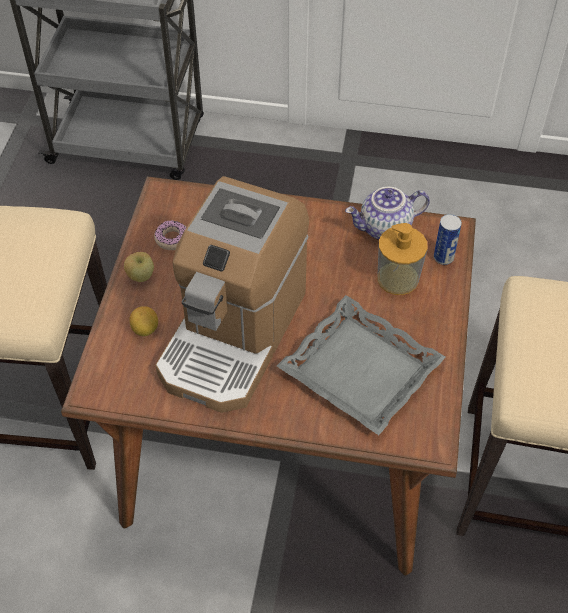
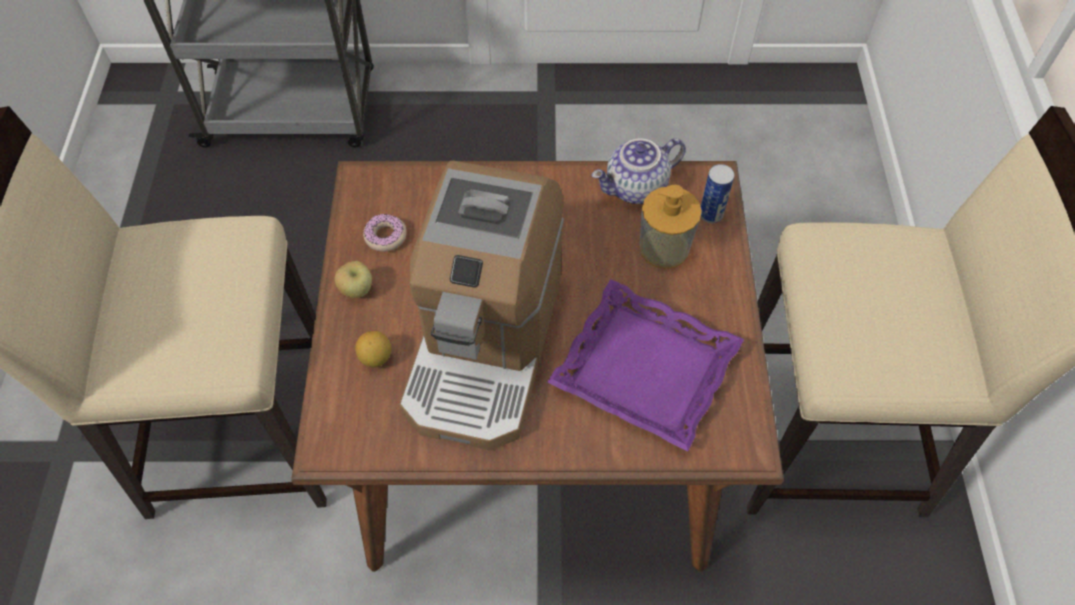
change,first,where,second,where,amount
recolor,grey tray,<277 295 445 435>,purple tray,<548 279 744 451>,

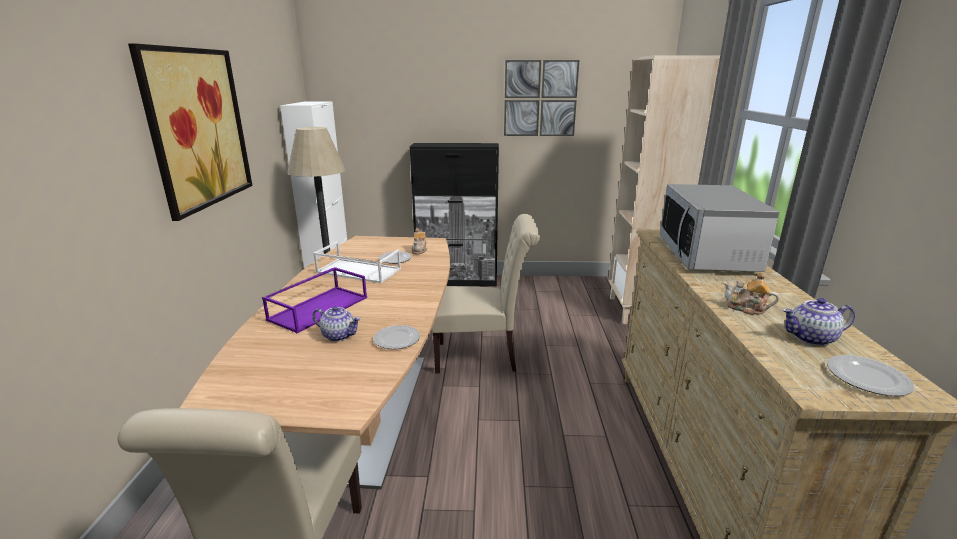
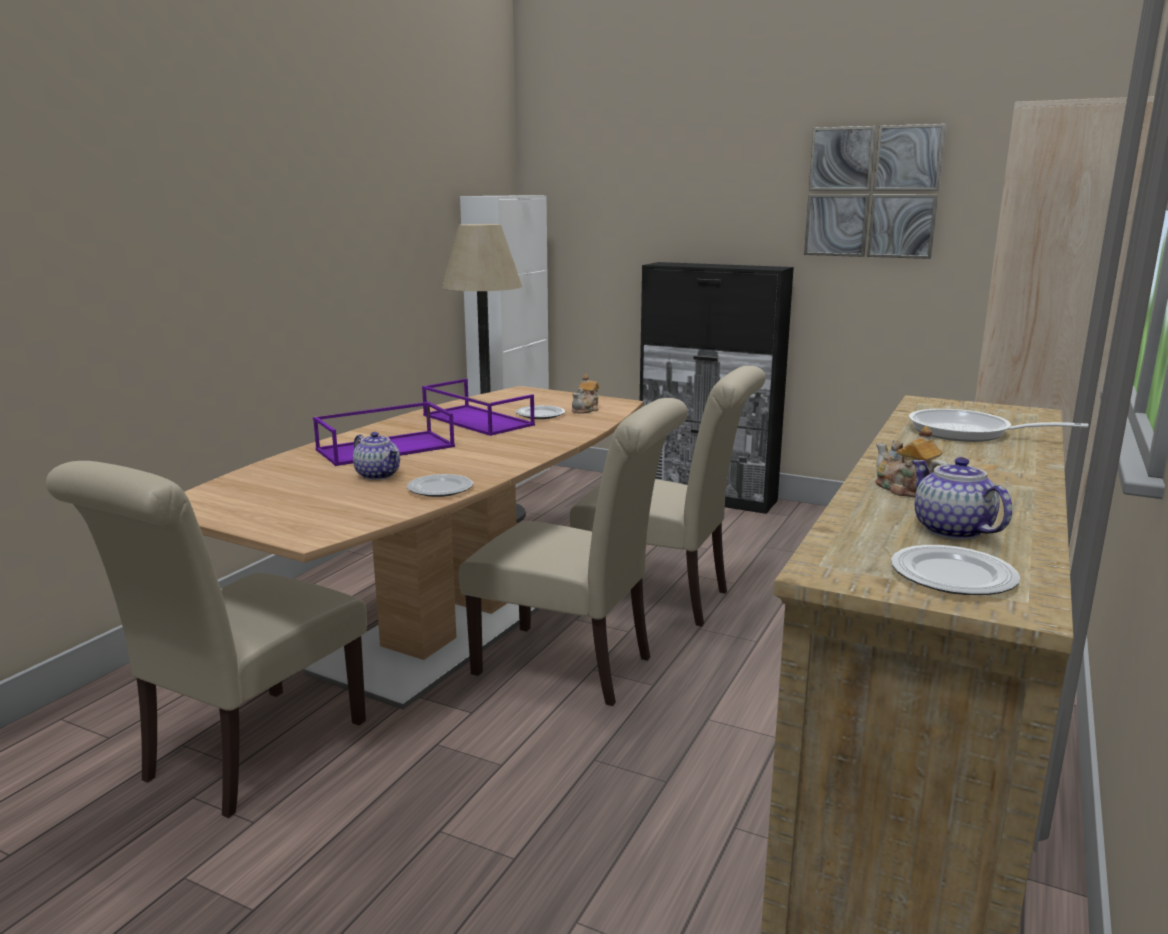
change,first,where,second,where,amount
delete,picture,<128 43 253 221>,,,
recolor,white tray,<313 241 401 283>,purple tray,<422 379 535 436>,
replace,microwave,<660 184 780 272>,frying pan,<909 409 1089 442>,
rotate,teapot,<782 298 855 346>,,<912 457 1012 540>,45 degrees clockwise
insert,,,beige chair,<459 398 688 706>,

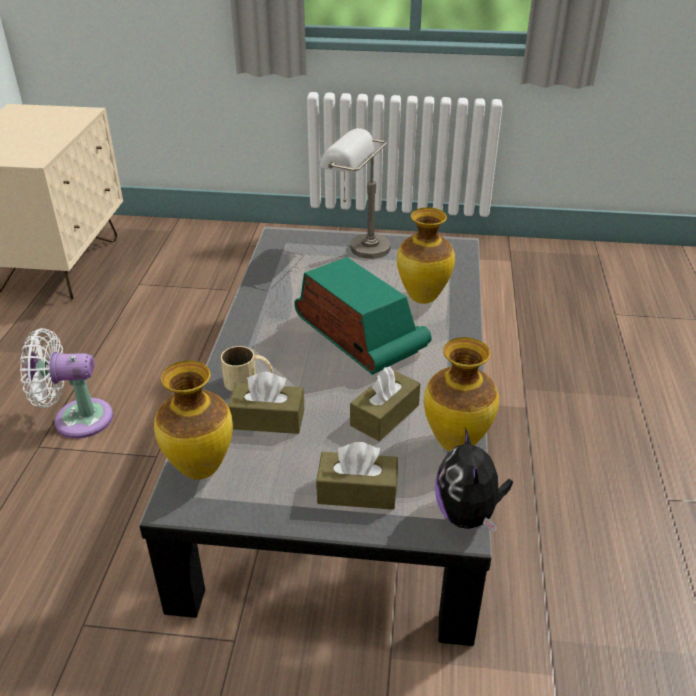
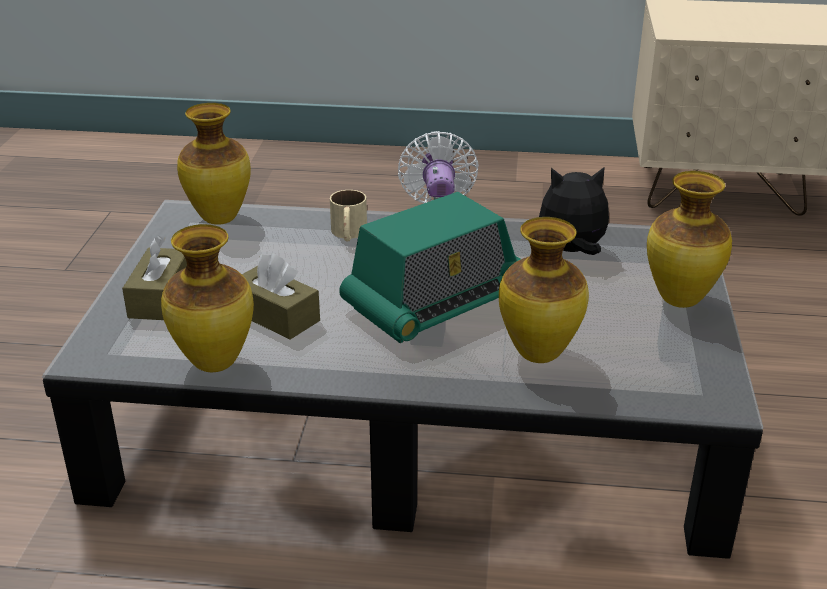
change,first,where,second,where,amount
delete,brown tissue box,<228 372 304 434>,,,
replace,grey table lamp,<320 128 391 259>,vase,<647 171 732 308>,
move,plush toy,<435 428 513 532>,,<539 167 609 255>,

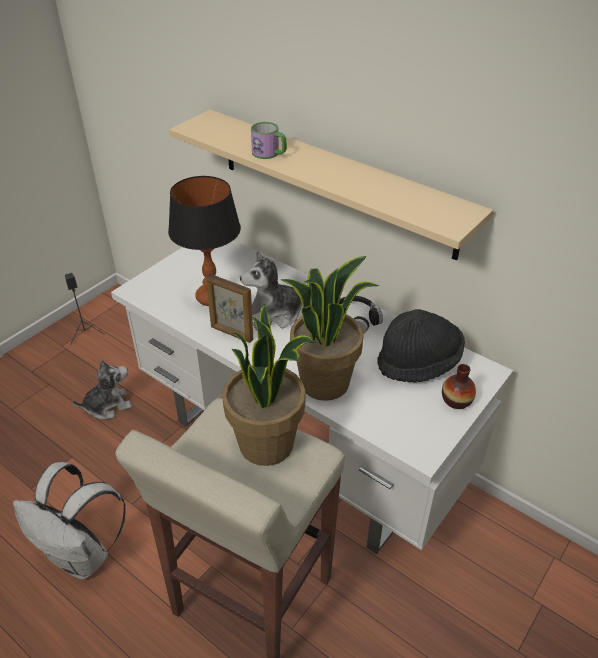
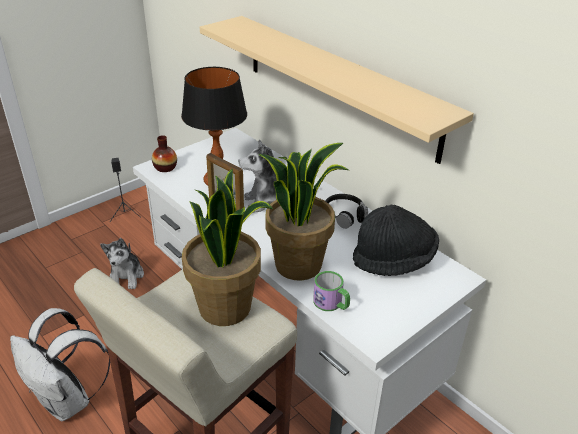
change,first,where,second,where,amount
rotate,plush toy,<72 359 132 419>,,<100 238 144 289>,105 degrees clockwise
move,mug,<251 122 287 159>,,<313 271 350 311>,
move,vase,<442 364 476 409>,,<152 135 177 172>,

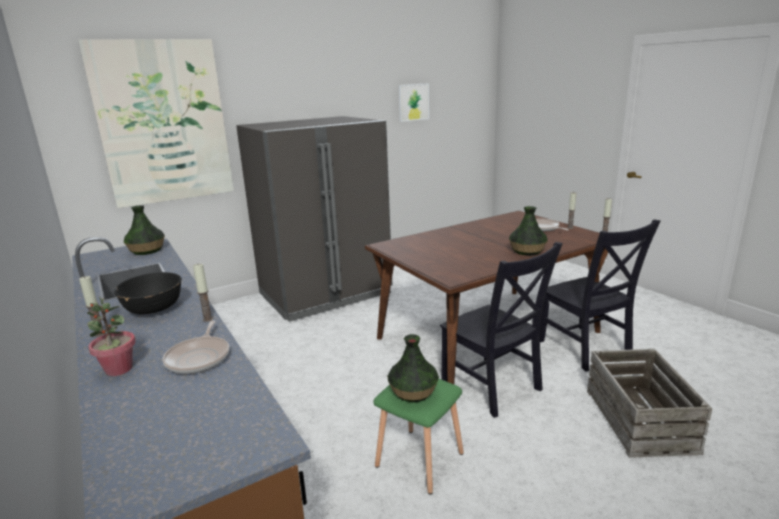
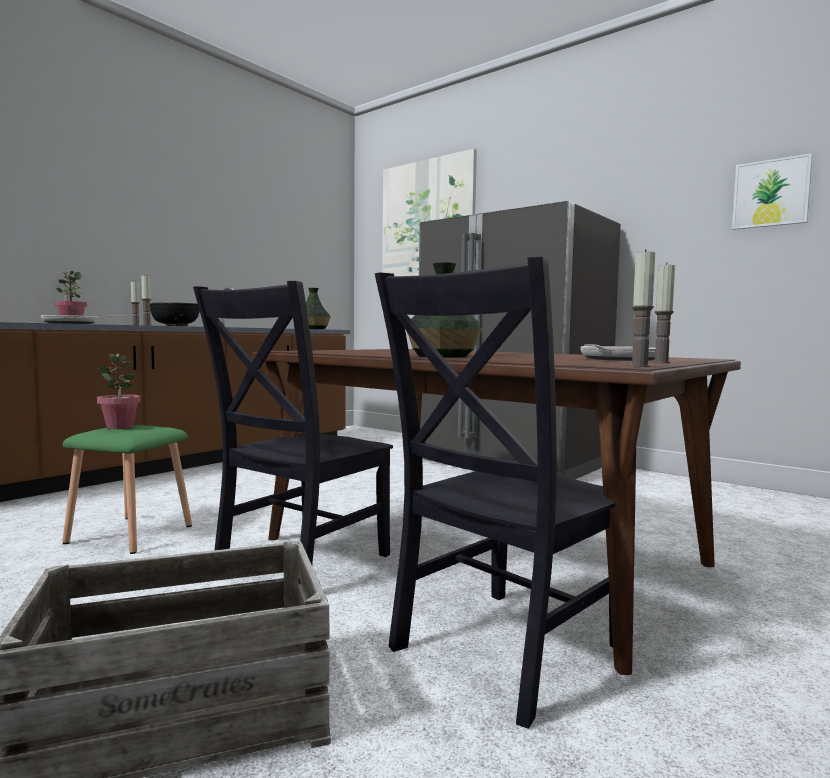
change,first,where,second,where,amount
replace,vase,<387 334 439 402>,potted plant,<97 353 141 429>,

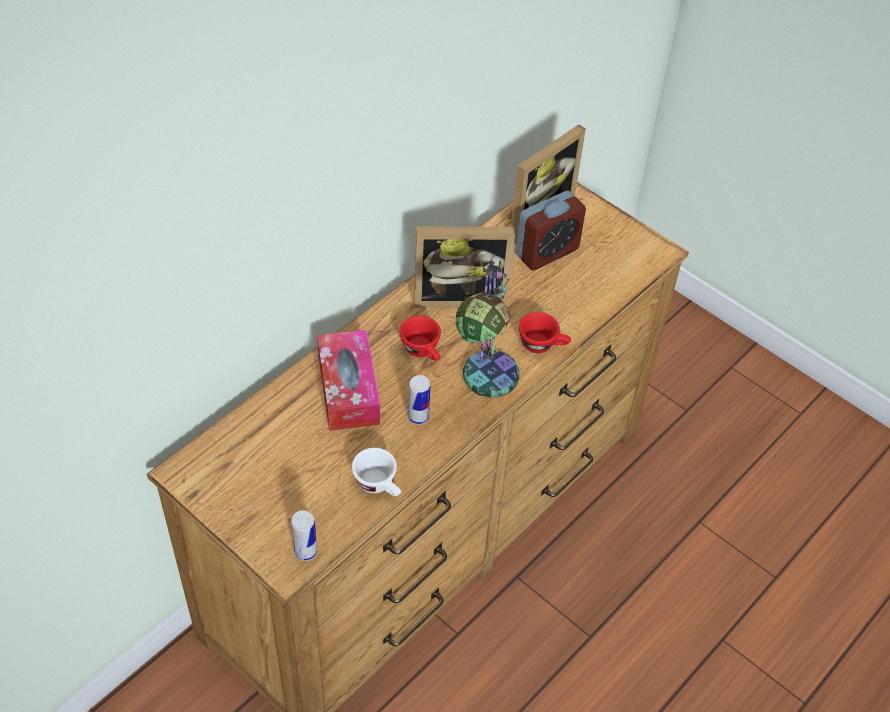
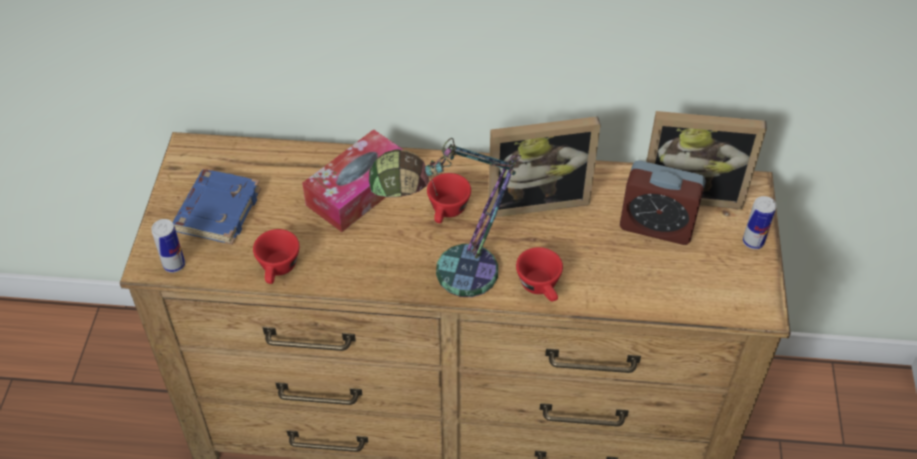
change,first,where,second,where,amount
recolor,white cup,<352 448 401 496>,red cup,<253 229 300 284>,
move,can,<408 375 431 425>,,<743 196 777 249>,
rotate,picture frame,<414 227 515 308>,,<488 116 601 217>,60 degrees counterclockwise
insert,,,blue book,<173 169 261 245>,

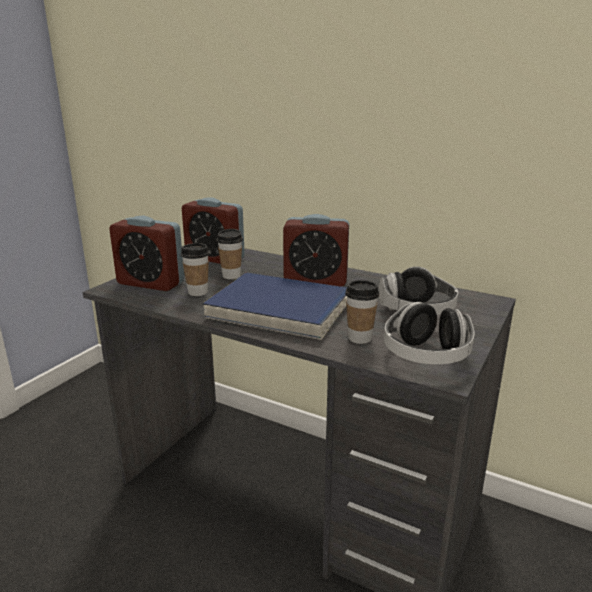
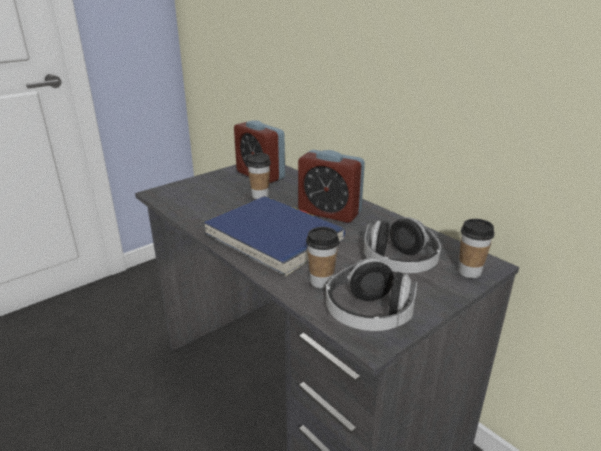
change,first,where,second,where,amount
delete,alarm clock,<109 216 184 291>,,,
move,cup,<181 243 209 296>,,<459 219 495 278>,

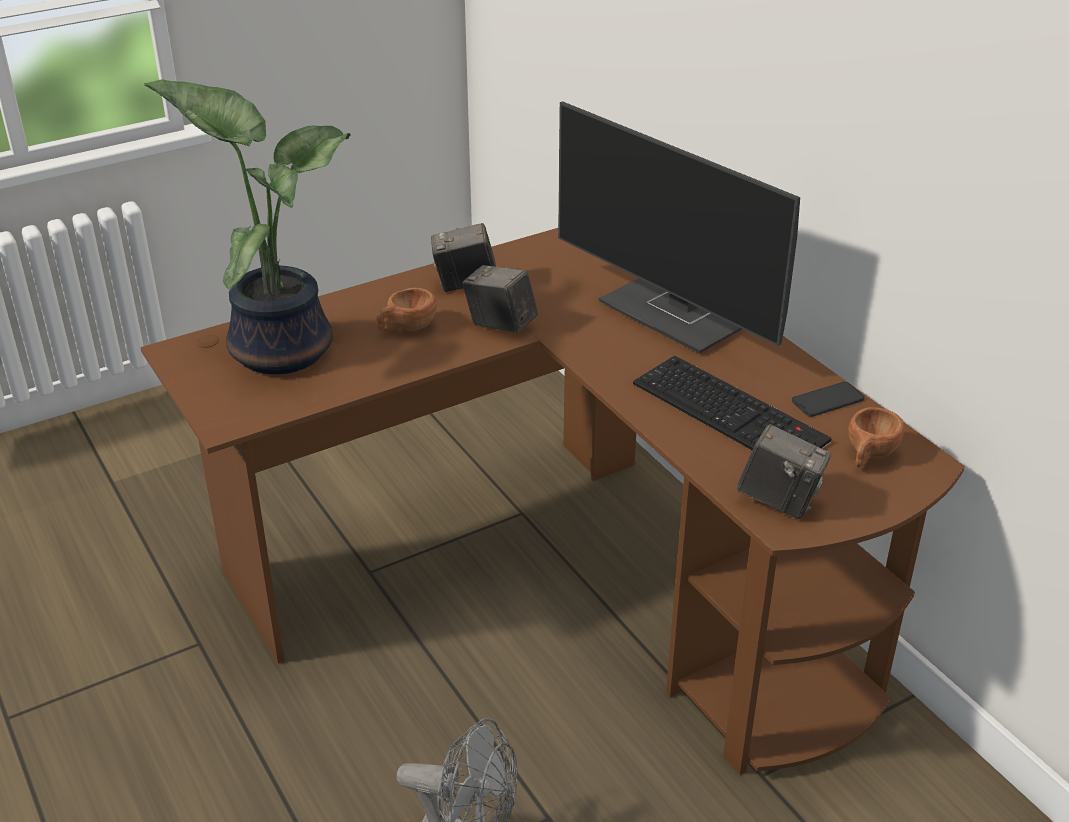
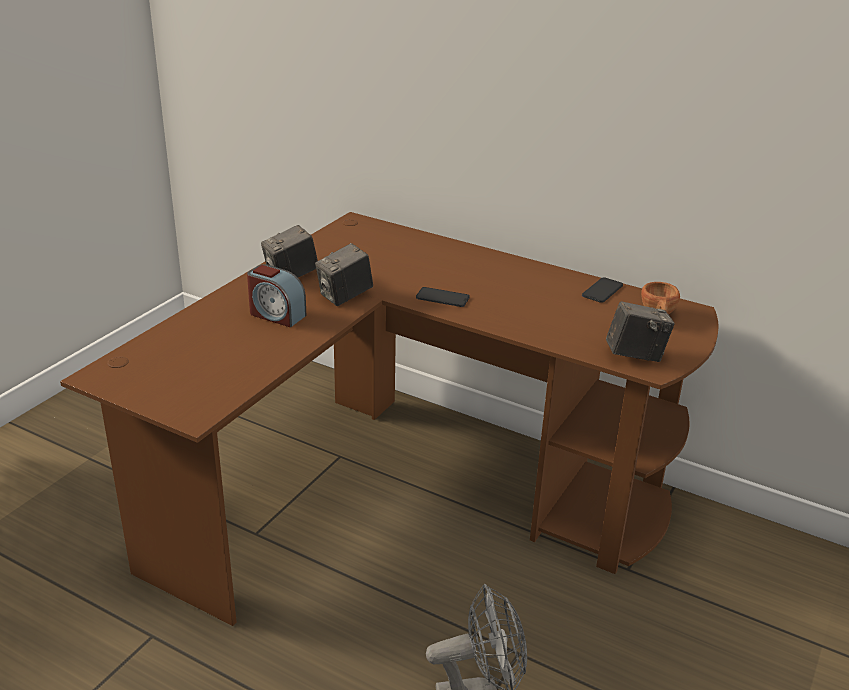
change,first,where,second,where,amount
delete,potted plant,<144 79 350 374>,,,
replace,brown cup,<377 288 437 332>,alarm clock,<247 264 306 327>,
rotate,photo camera,<462 265 538 333>,,<315 243 373 306>,45 degrees counterclockwise
delete,monitor,<558 101 800 354>,,,
delete,keyboard,<633 356 832 450>,,,
insert,,,phone,<416 287 470 307>,

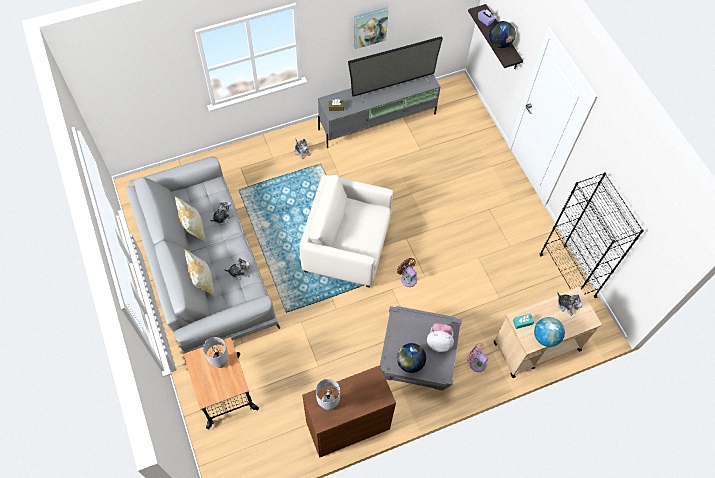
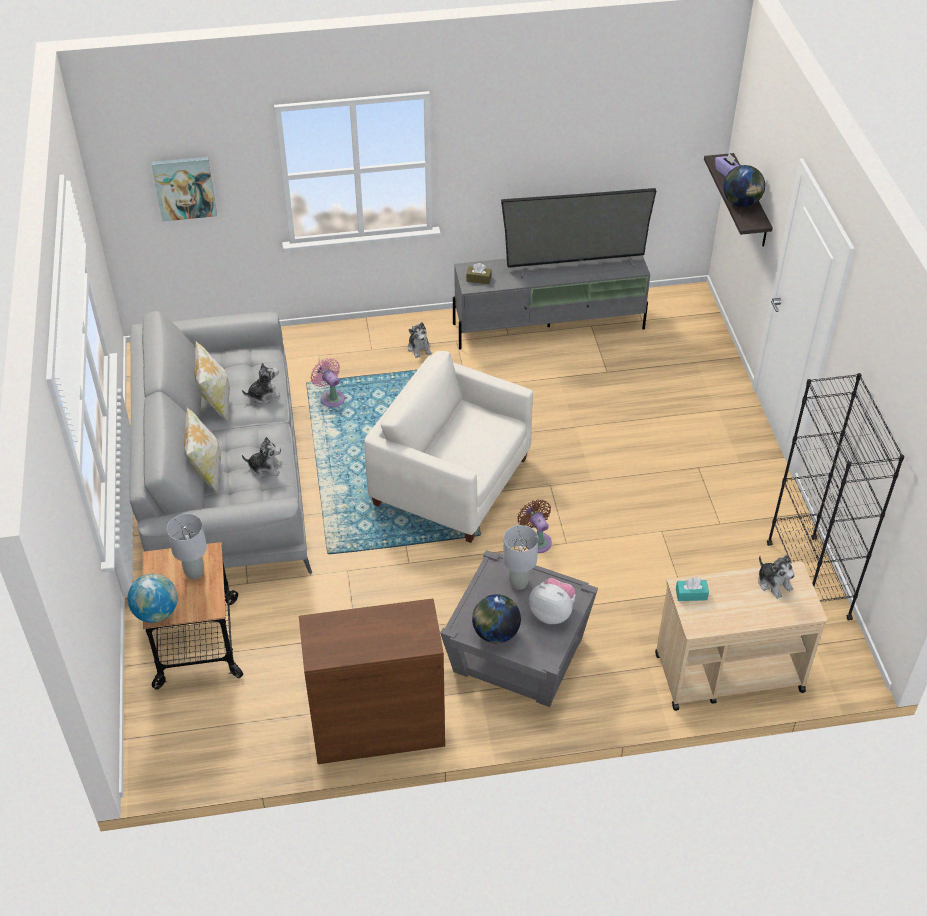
change,first,where,second,where,amount
move,grey table lamp,<316 379 340 410>,,<503 525 538 590>,
move,picture,<354 7 389 49>,,<151 157 217 221>,
move,pink fan,<467 343 488 372>,,<311 358 345 407>,
move,globe,<534 317 565 347>,,<127 574 178 623>,

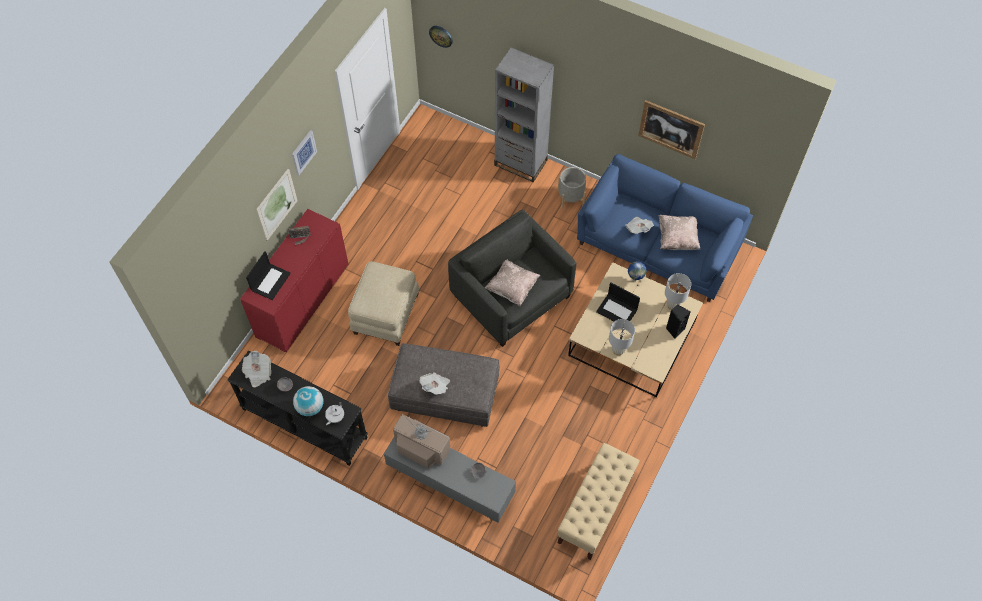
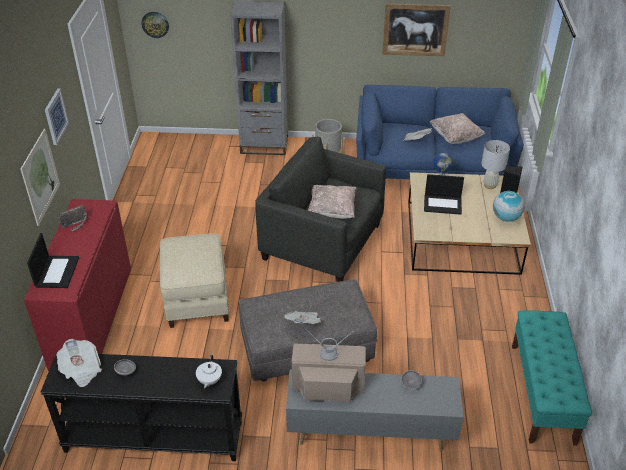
change,first,where,second,where,amount
move,globe,<293 386 323 416>,,<493 191 525 222>,
recolor,beige bench,<558 443 640 560>,turquoise bench,<512 310 592 446>,
delete,white table lamp,<609 319 635 356>,,,

